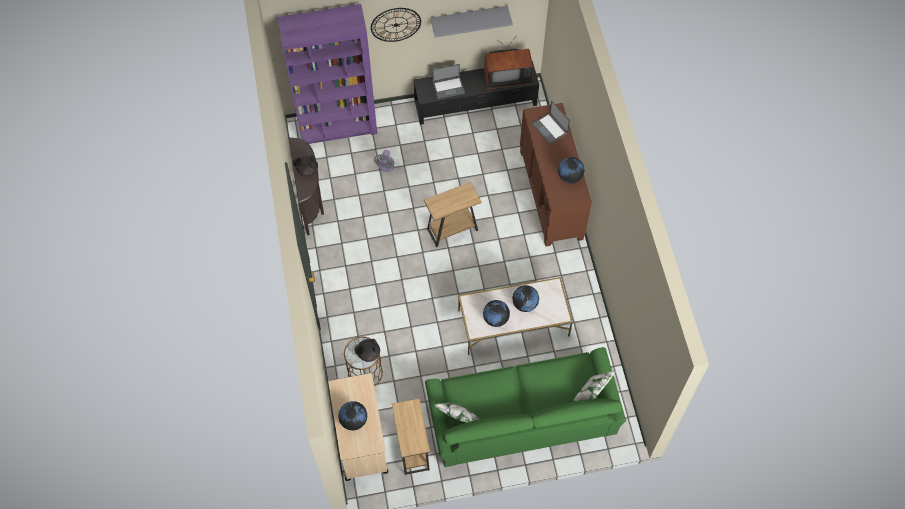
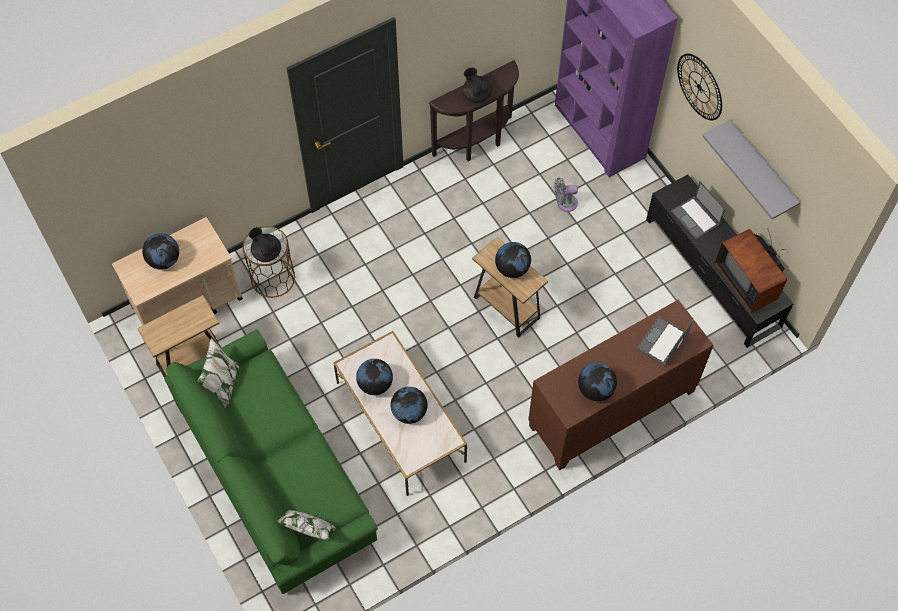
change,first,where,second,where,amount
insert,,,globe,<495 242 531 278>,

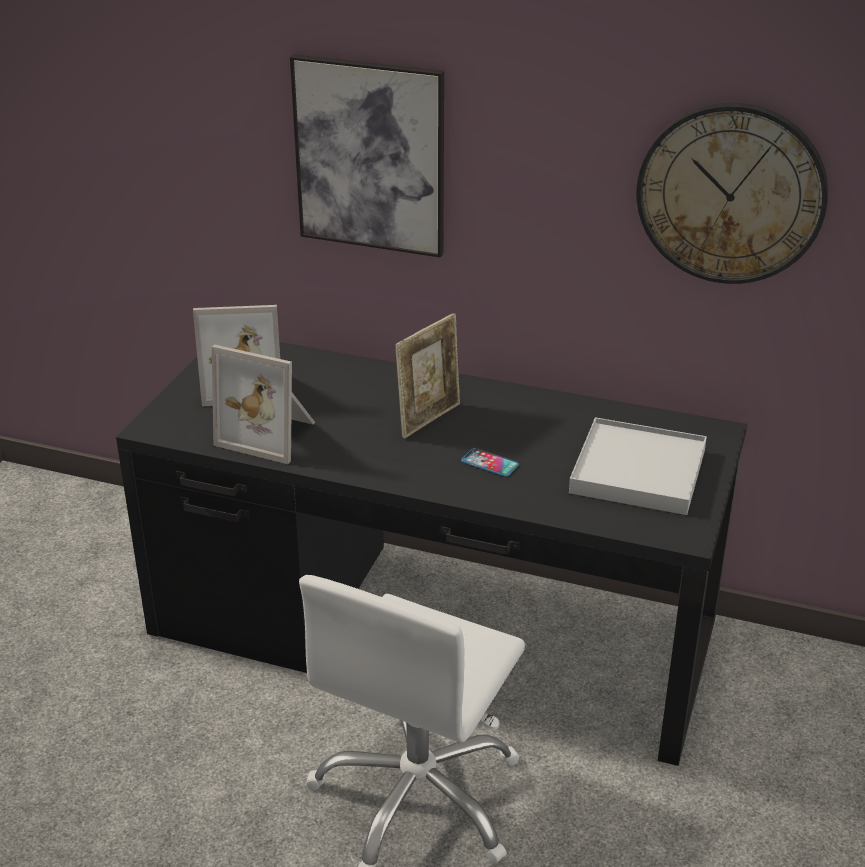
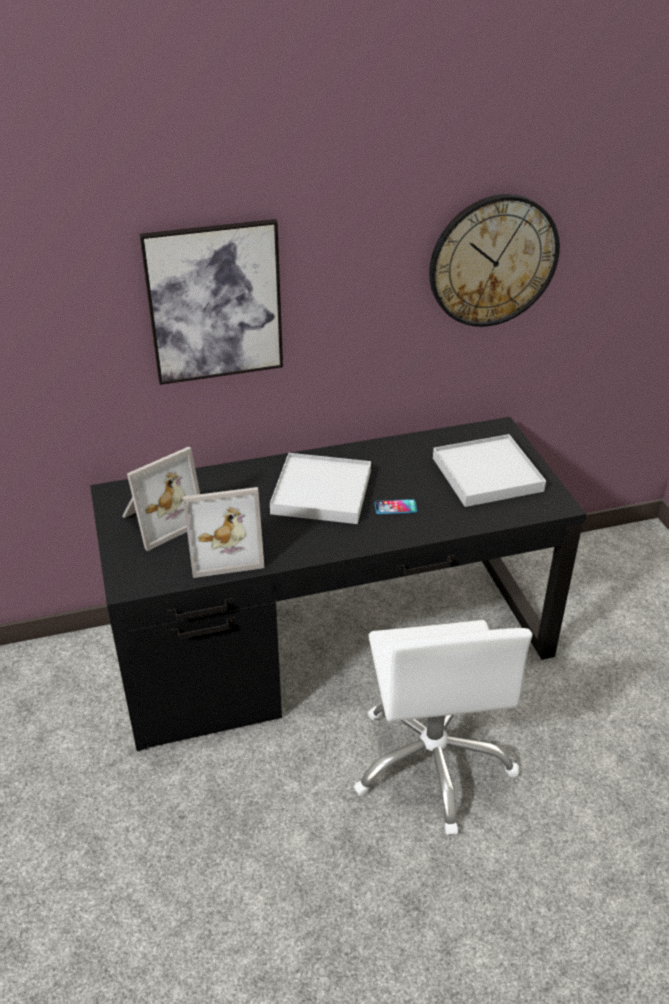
change,first,where,second,where,amount
replace,picture frame,<395 313 460 438>,white tray,<270 453 371 524>,

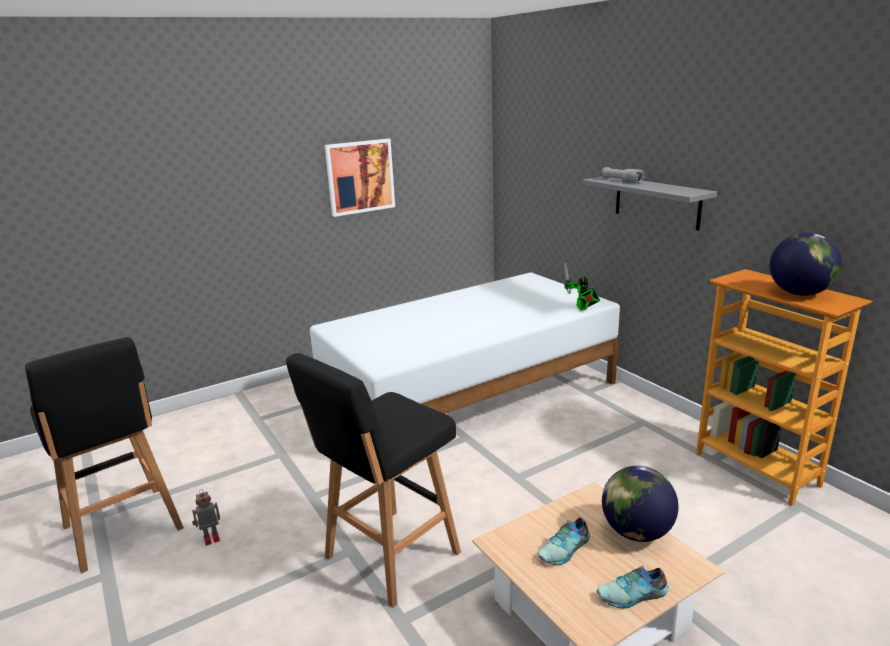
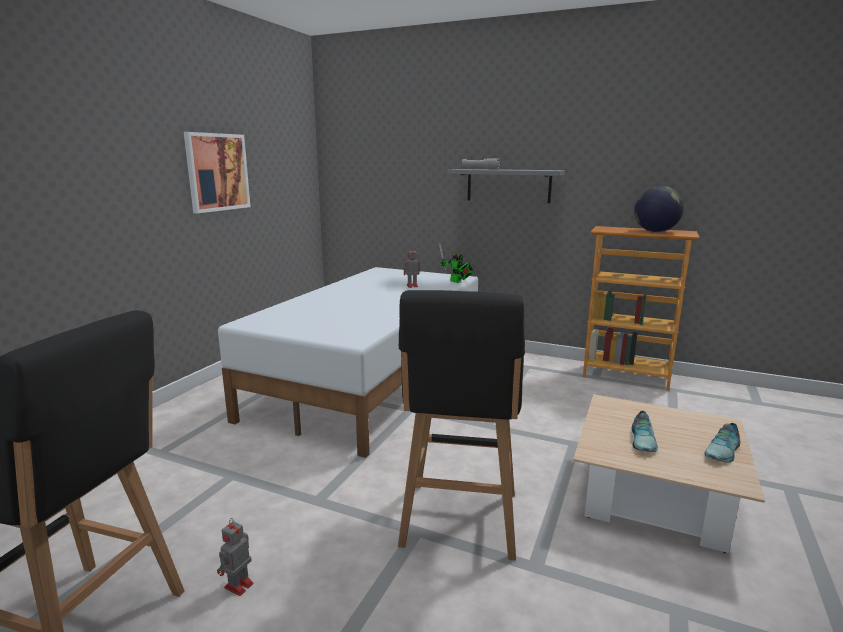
change,first,where,second,where,amount
delete,globe,<602 466 678 542>,,,
insert,,,toy robot,<403 246 420 288>,

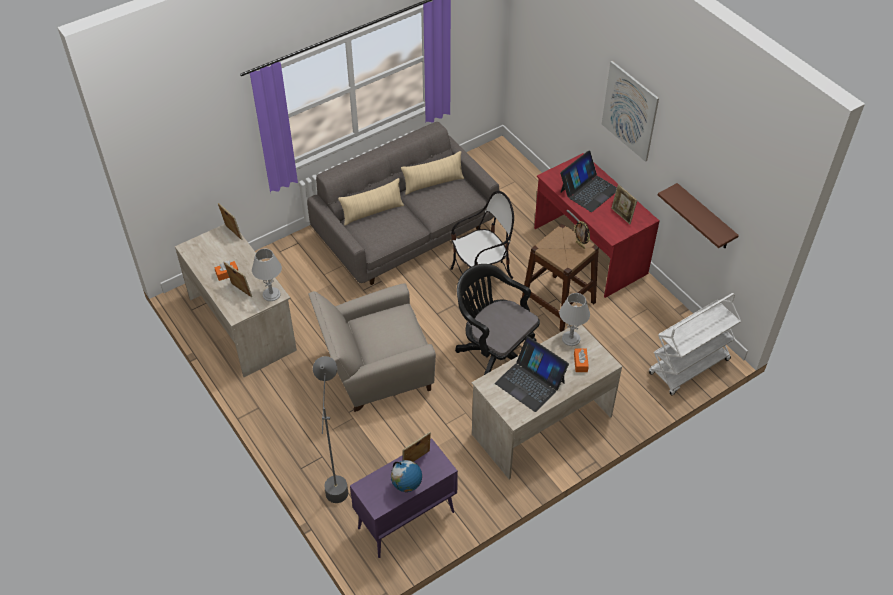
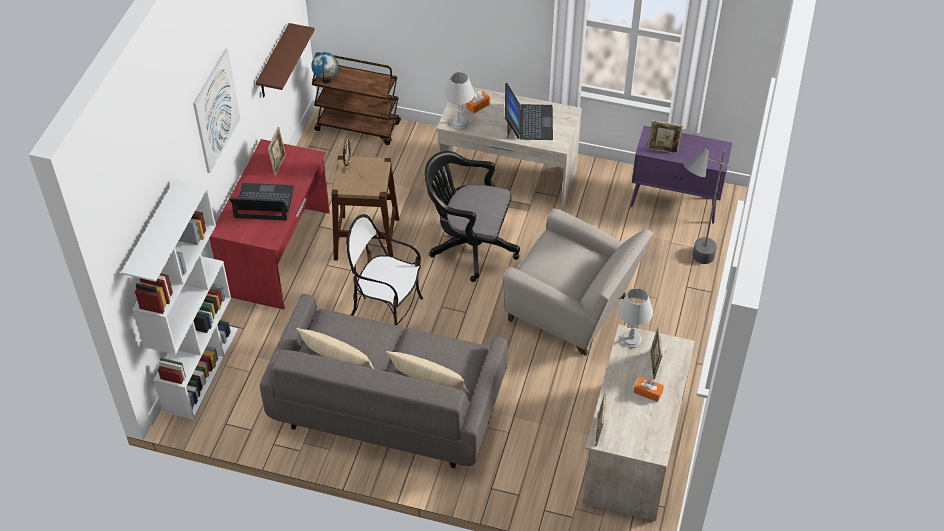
change,first,where,second,where,amount
move,globe,<391 460 422 492>,,<311 52 339 83>,
rotate,black office chair,<455 264 540 376>,,<424 151 520 282>,105 degrees clockwise
recolor,white cart,<649 293 741 395>,brown cart,<312 52 401 145>,
insert,,,white bookcase,<121 179 238 420>,

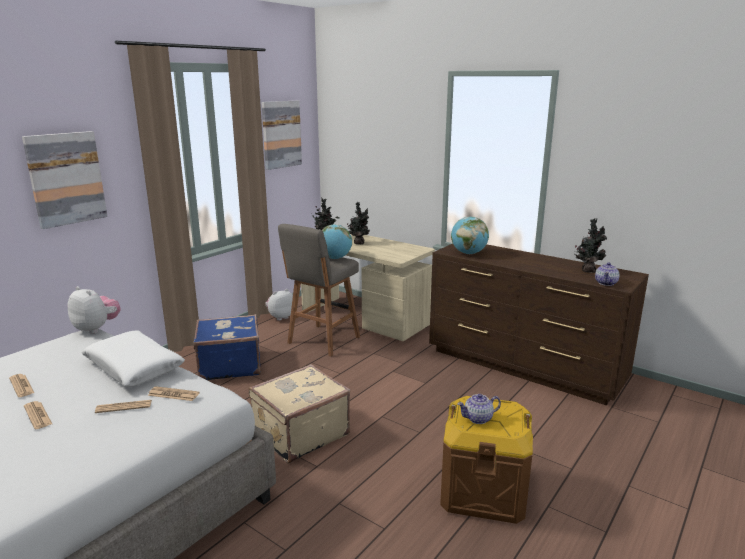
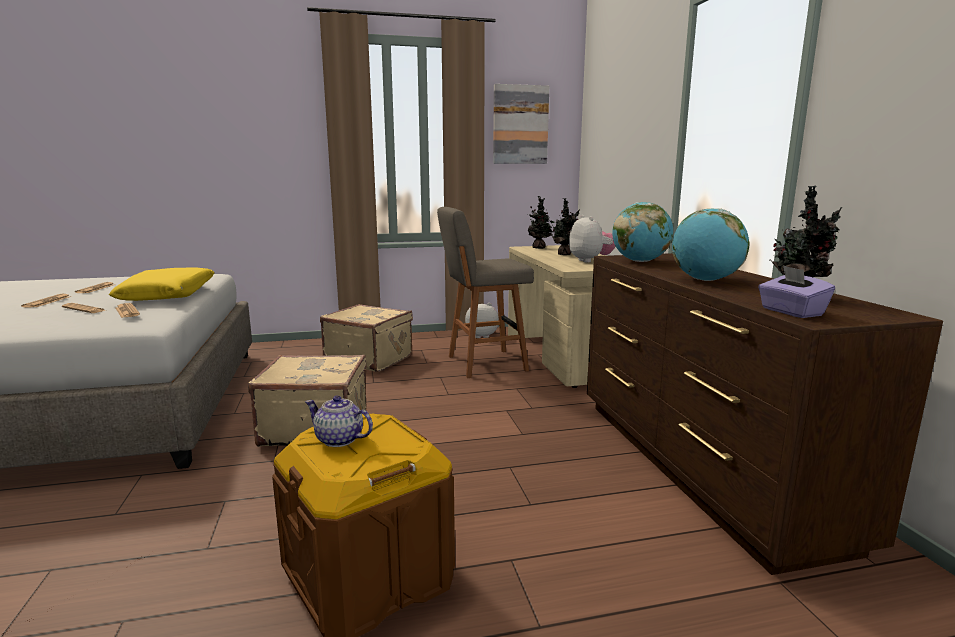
change,first,where,second,where,amount
delete,picture,<22 131 108 229>,,,
move,plush toy,<67 286 121 334>,,<569 215 616 263>,
recolor,white pillow,<82 330 185 387>,yellow pillow,<109 267 215 301>,
recolor,blue suitcase,<194 314 261 380>,beige suitcase,<320 304 413 372>,
move,globe,<322 224 352 259>,,<672 208 750 281>,
replace,teapot,<595 262 619 286>,purple tissue box,<758 265 835 318>,

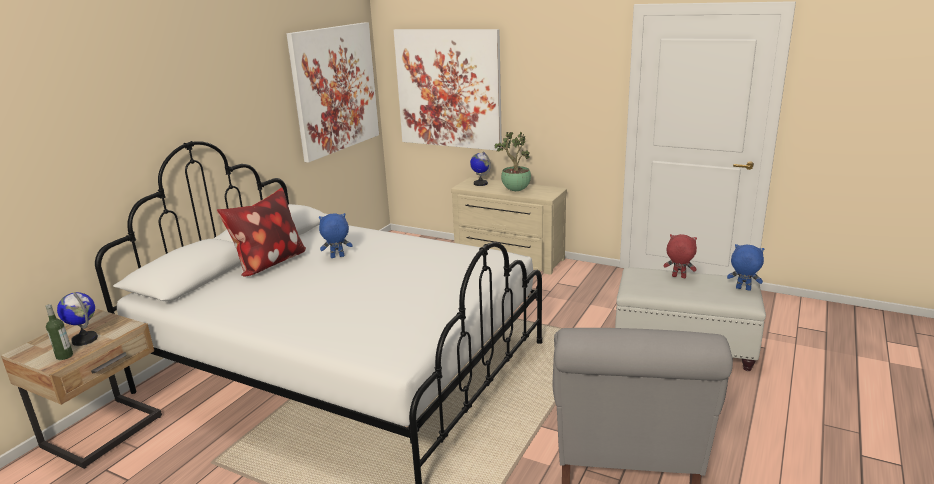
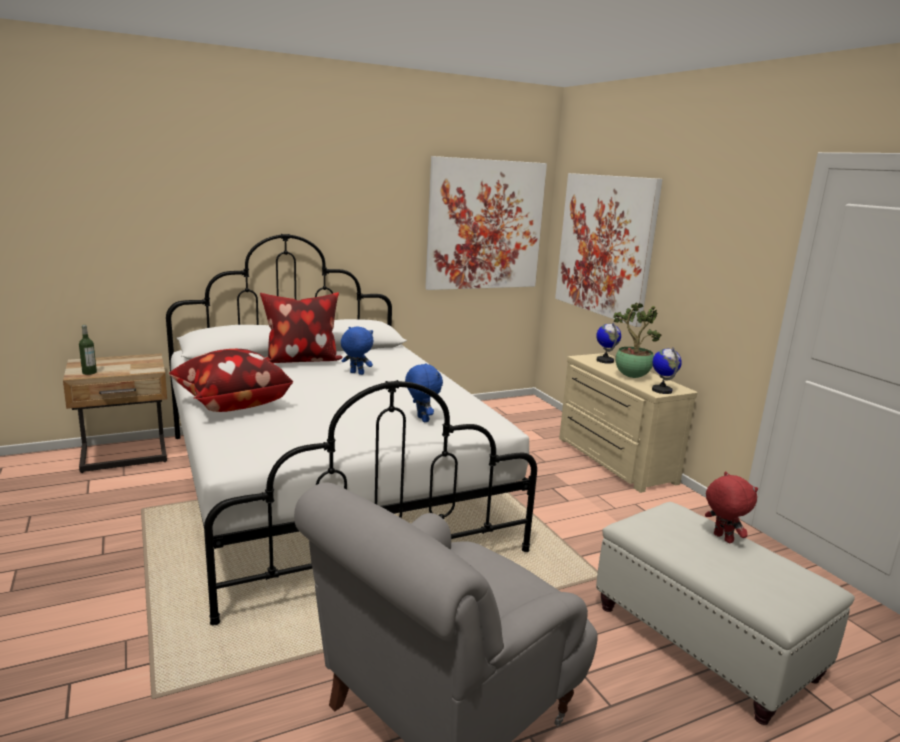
change,first,where,second,where,amount
move,globe,<57 292 98 346>,,<652 348 682 394>,
move,blue plush toy,<727 244 764 291>,,<405 363 443 422>,
insert,,,pillow,<169 349 293 412>,

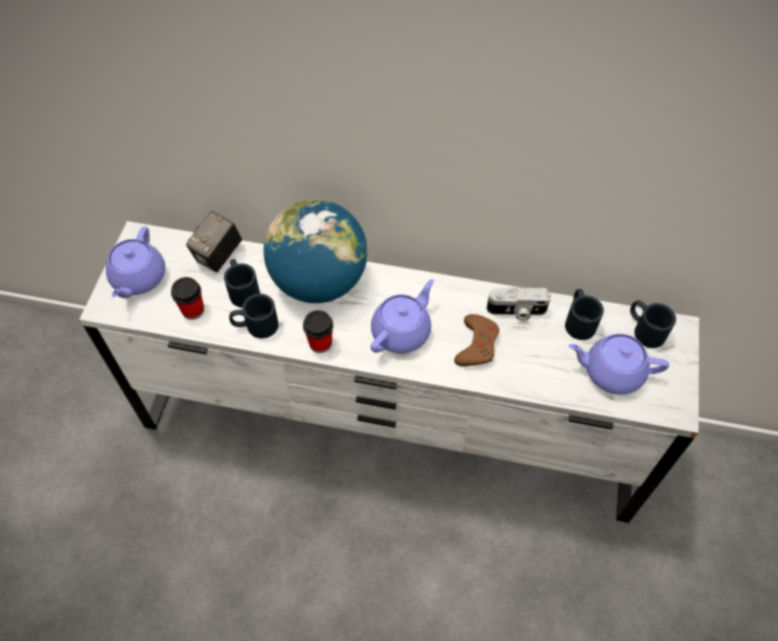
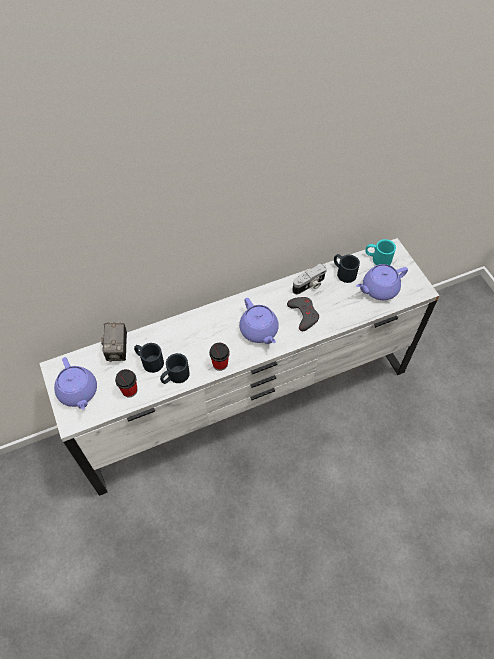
change,first,where,second,where,amount
delete,globe,<264 199 367 303>,,,
rotate,purple teapot,<371 279 434 353>,,<239 298 279 344>,150 degrees clockwise
recolor,brown game controller,<454 314 499 366>,grey game controller,<287 297 319 331>,
recolor,black mug,<630 300 676 348>,turquoise mug,<366 239 396 265>,

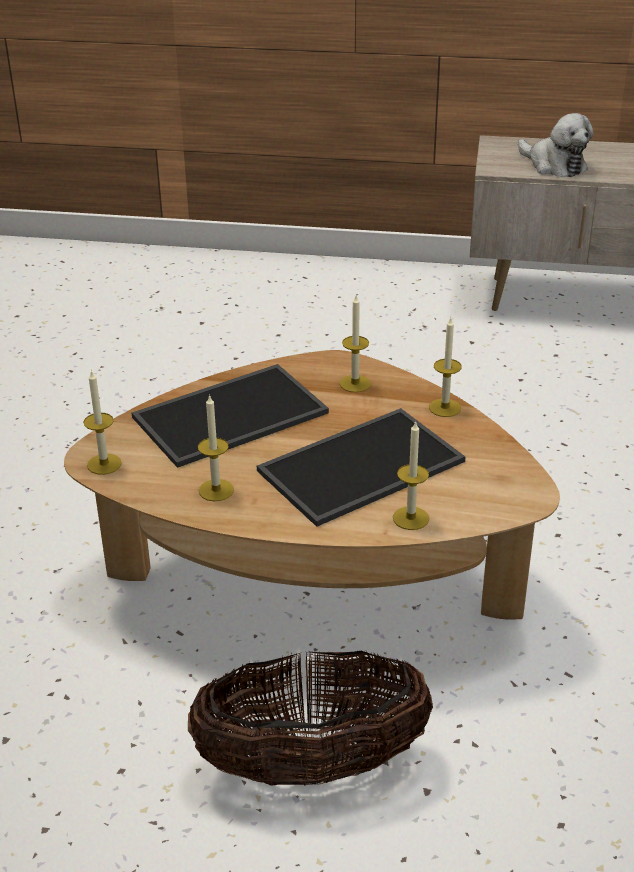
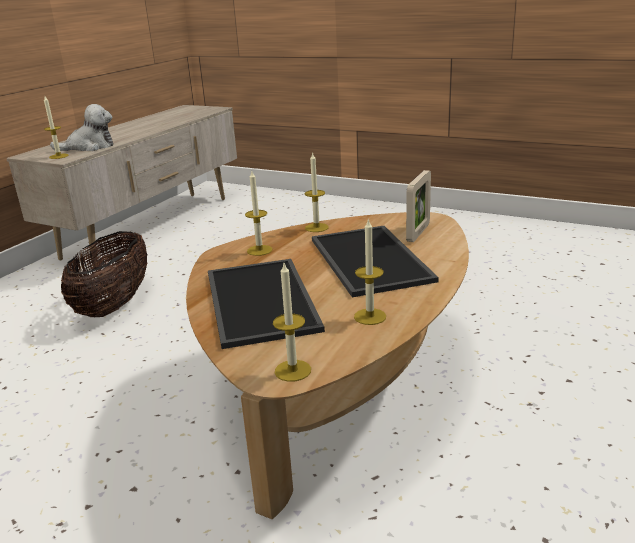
change,first,where,second,where,amount
move,basket,<188 650 433 786>,,<61 231 147 317>,
move,candle,<393 420 429 530>,,<44 96 69 159>,
insert,,,picture frame,<406 170 431 242>,

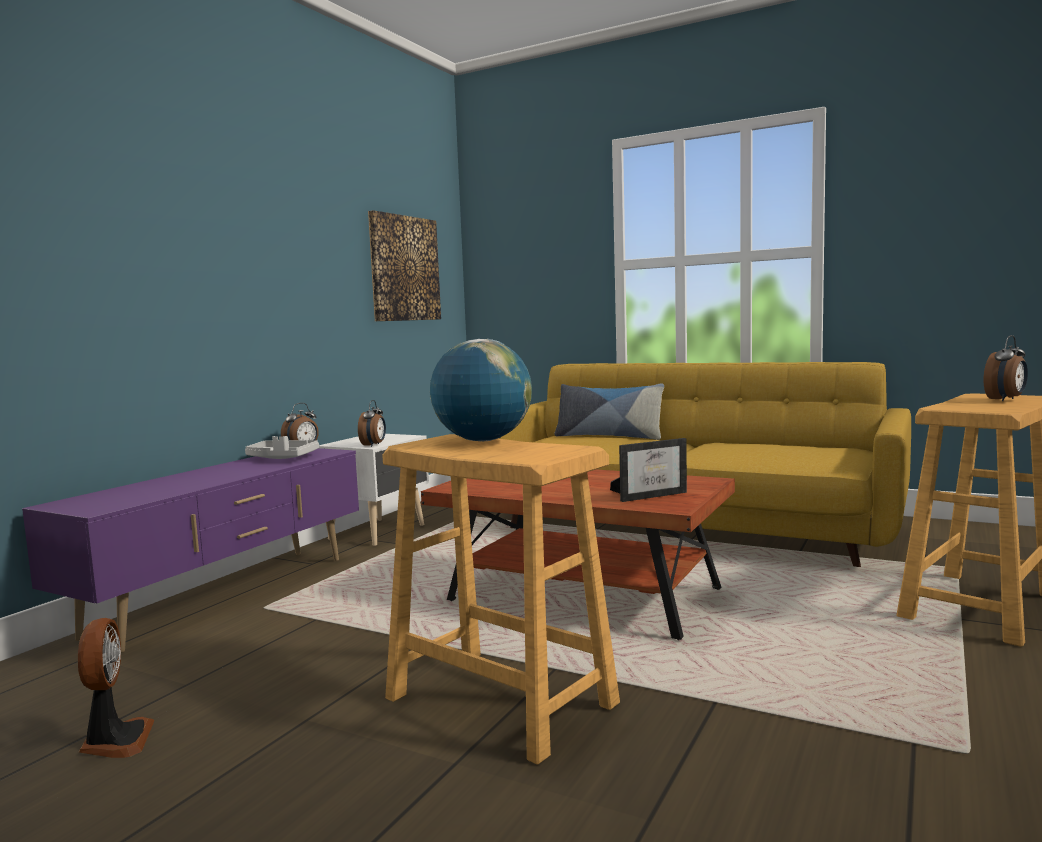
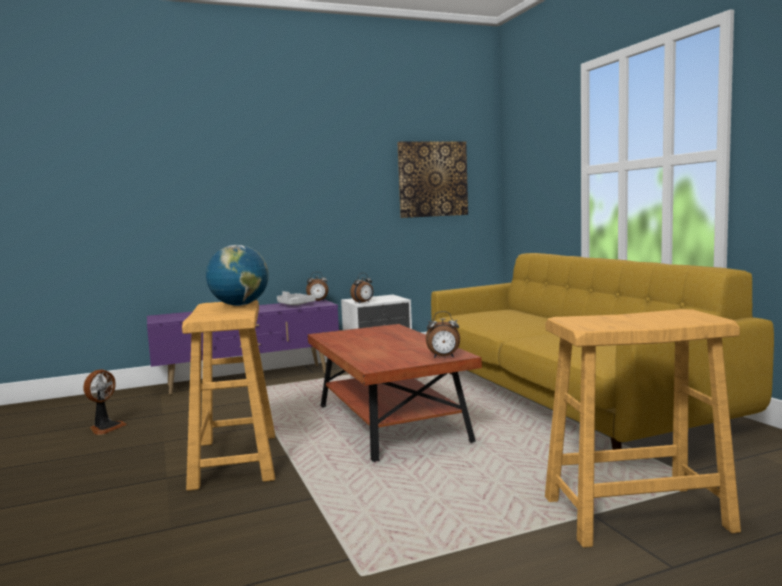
change,first,where,second,where,amount
delete,pillow,<554 384 664 440>,,,
delete,picture frame,<610 438 687 502>,,,
move,alarm clock,<984 335 1028 401>,,<426 311 460 358>,

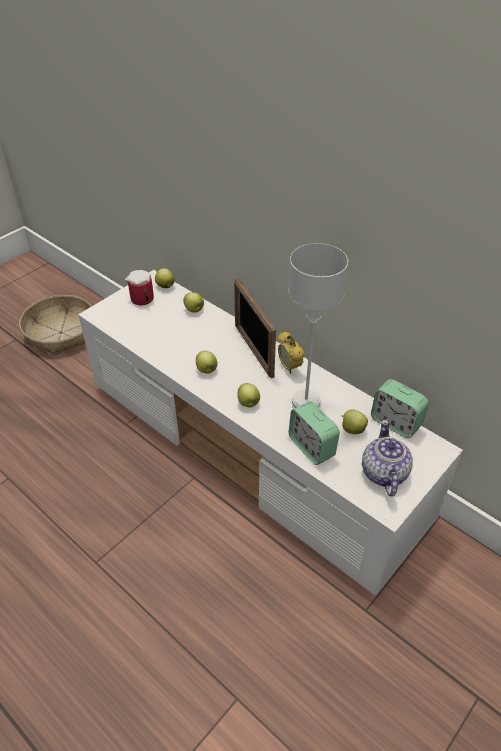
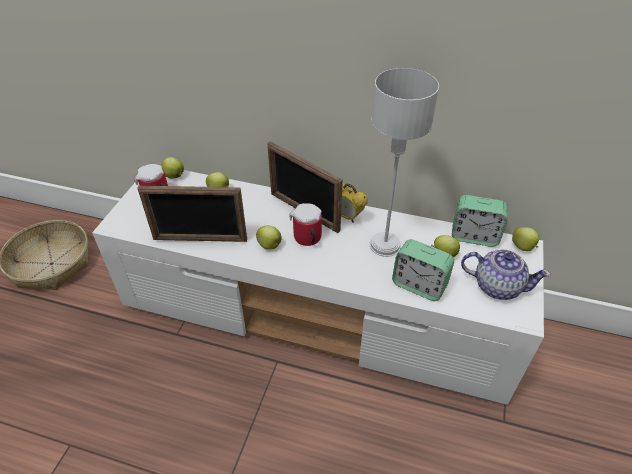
change,first,where,second,where,amount
move,apple,<237 383 260 407>,,<512 227 539 251>,
rotate,teapot,<362 420 413 497>,,<461 249 551 300>,135 degrees clockwise
insert,,,picture frame,<137 186 247 242>,
insert,,,mug,<289 203 322 246>,

